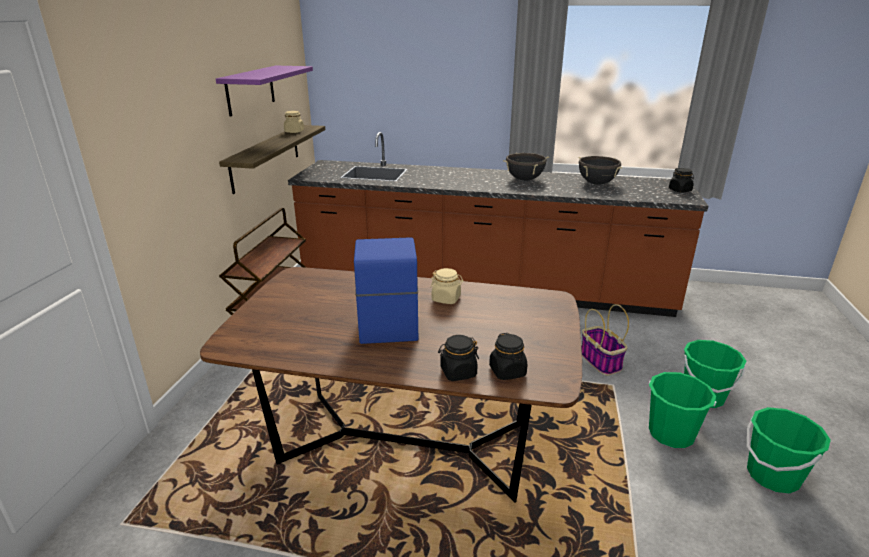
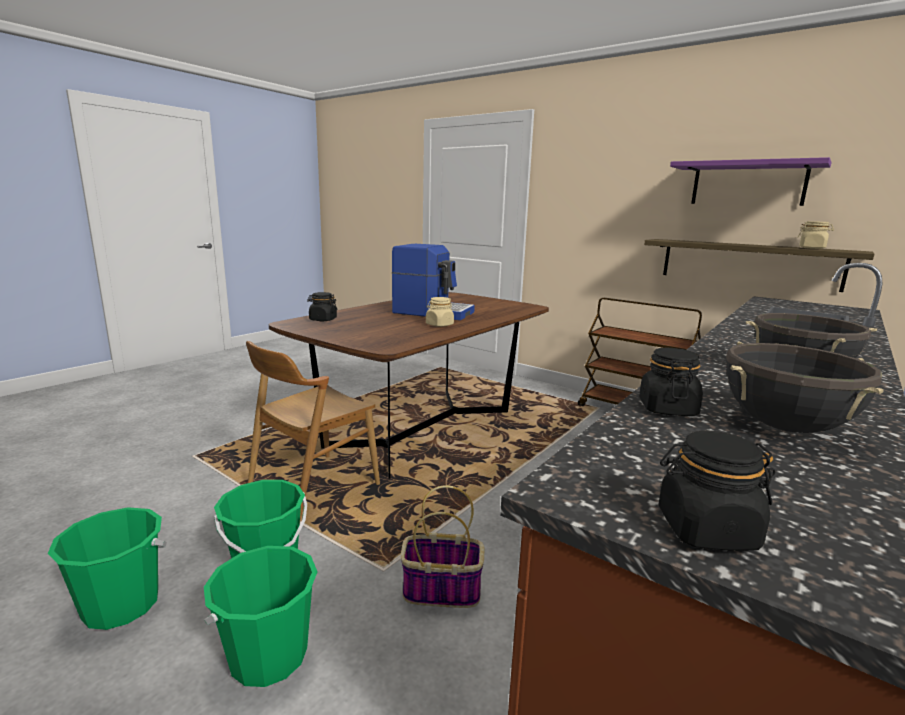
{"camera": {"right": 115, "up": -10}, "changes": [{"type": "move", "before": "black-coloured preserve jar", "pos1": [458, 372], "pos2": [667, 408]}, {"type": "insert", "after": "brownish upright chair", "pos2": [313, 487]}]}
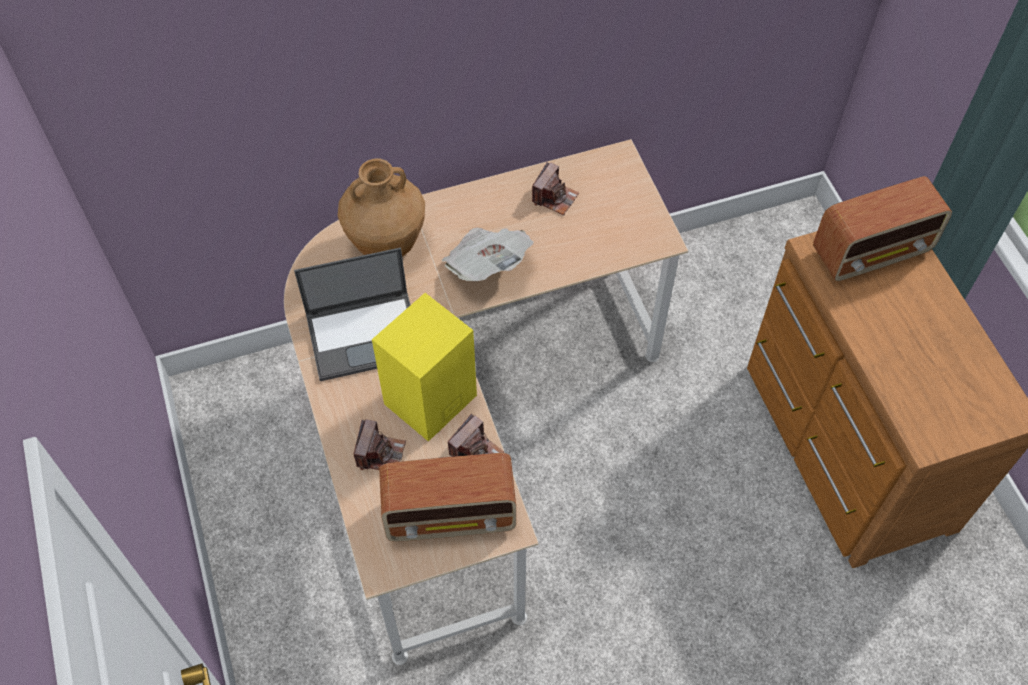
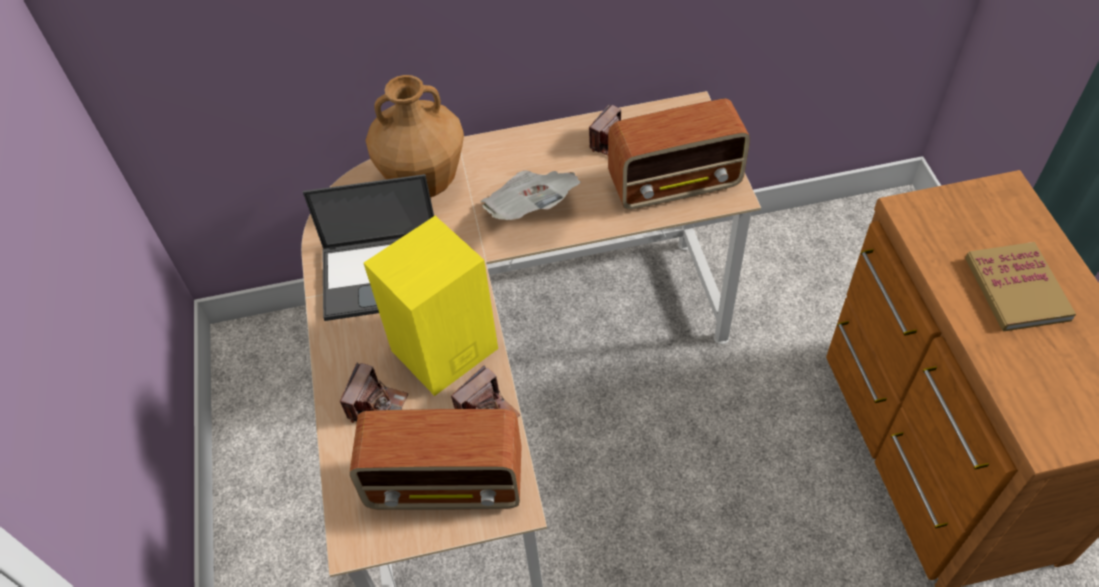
{"camera": {"right": 10, "up": -5}, "changes": [{"type": "move", "before": "radio receiver", "pos1": [872, 252], "pos2": [676, 184]}, {"type": "insert", "after": "bound book", "pos2": [1016, 289]}]}
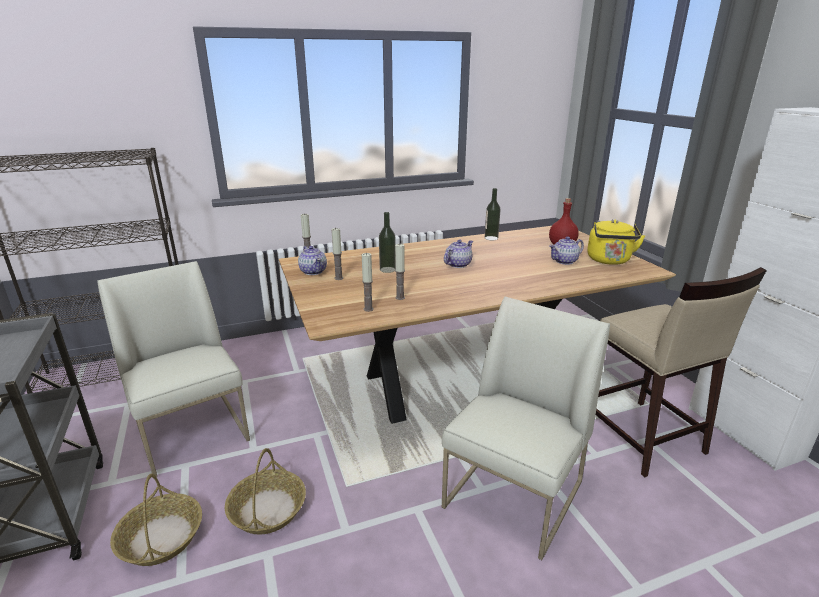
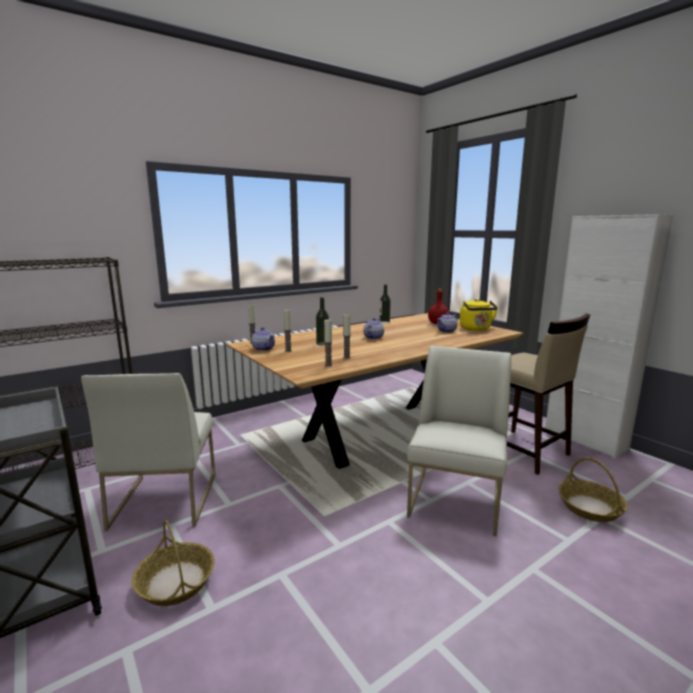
{"camera": {"right": -15, "up": -10}, "changes": [{"type": "rotate", "before": "white upright chair", "pos1": [193, 431], "pos2": [164, 499], "turn": -135}, {"type": "move", "before": "household basket", "pos1": [267, 509], "pos2": [589, 507]}]}
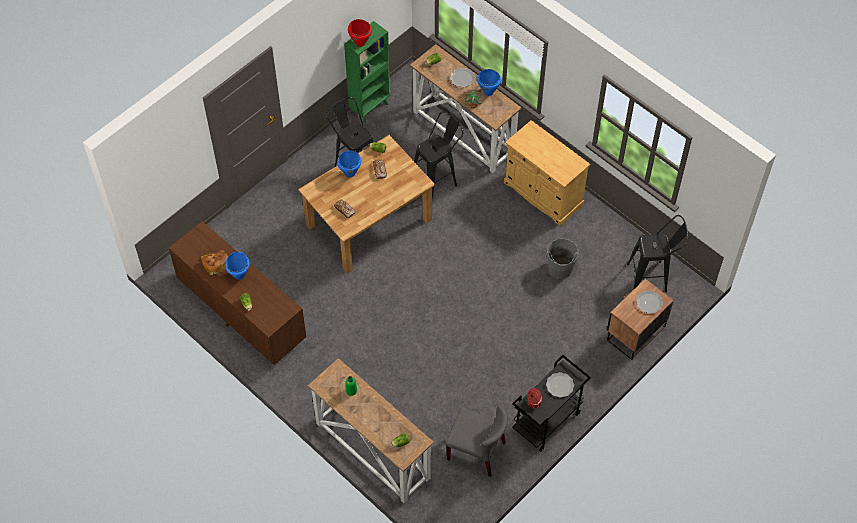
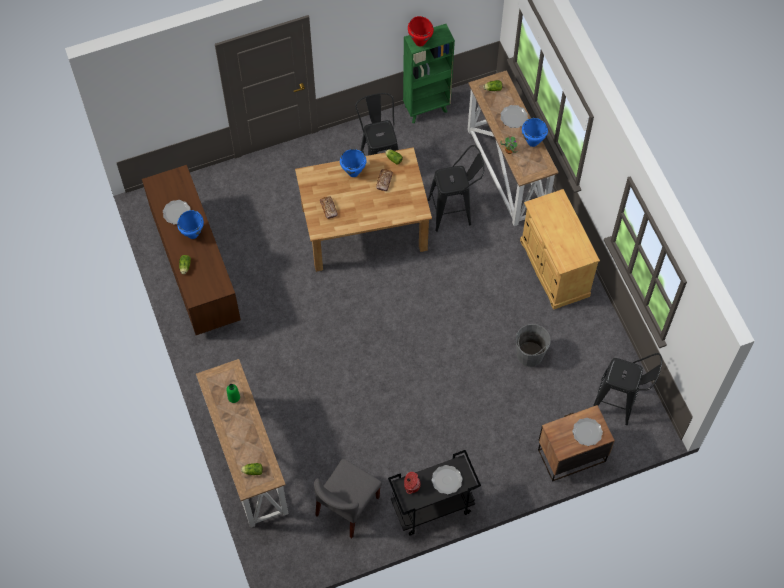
{"camera": {"right": 25, "up": 5}, "changes": [{"type": "replace", "before": "bread", "after": "dinner plate", "pos1": [215, 263], "pos2": [177, 213]}, {"type": "rotate", "before": "gray upright chair", "pos1": [477, 451], "pos2": [347, 507], "turn": 75}]}
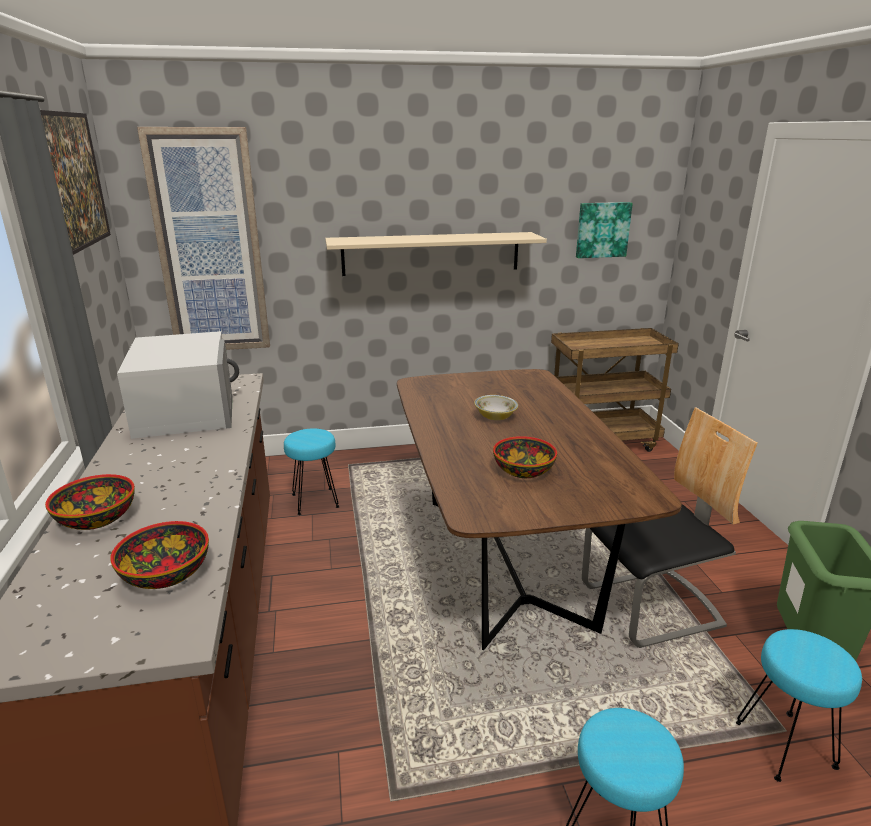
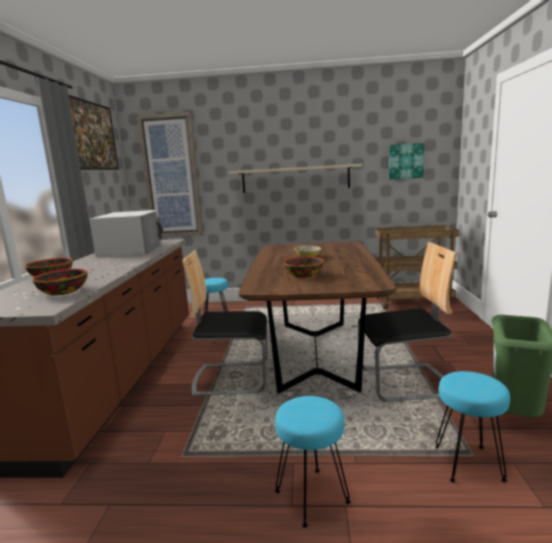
{"camera": {"right": 15, "up": -10}, "changes": [{"type": "insert", "after": "upright chair", "pos2": [232, 378]}]}
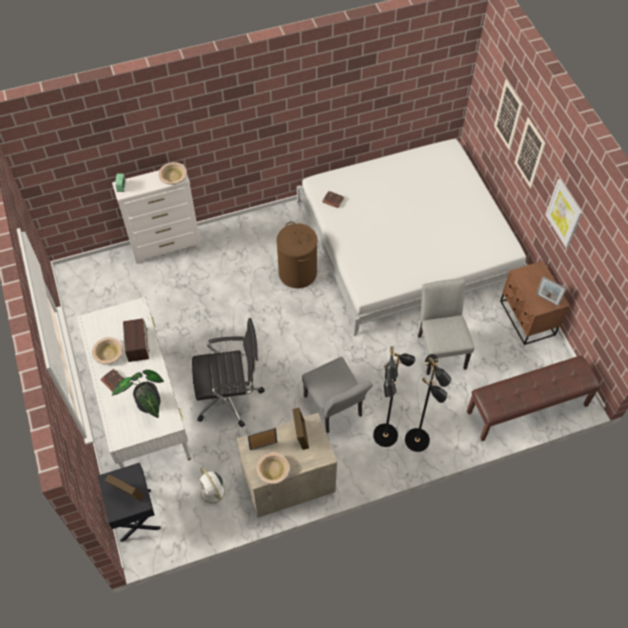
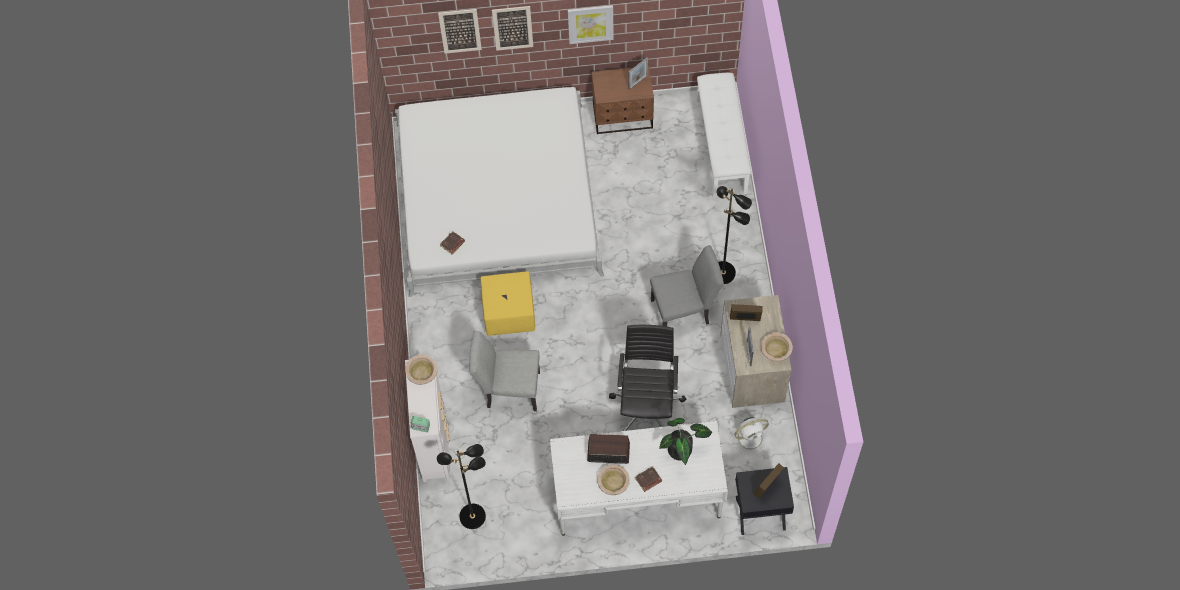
{"camera": {"right": -75, "up": 5}, "changes": [{"type": "replace", "before": "brownish hamper", "after": "yellow pouffe", "pos1": [298, 273], "pos2": [509, 313]}, {"type": "move", "before": "black-coloured floor lamp", "pos1": [418, 440], "pos2": [472, 515]}, {"type": "move", "before": "gray upright chair", "pos1": [440, 348], "pos2": [508, 389]}, {"type": "recolor", "before": "brownish indoor bench", "after": "white indoor bench", "pos1": [527, 409], "pos2": [722, 146]}]}
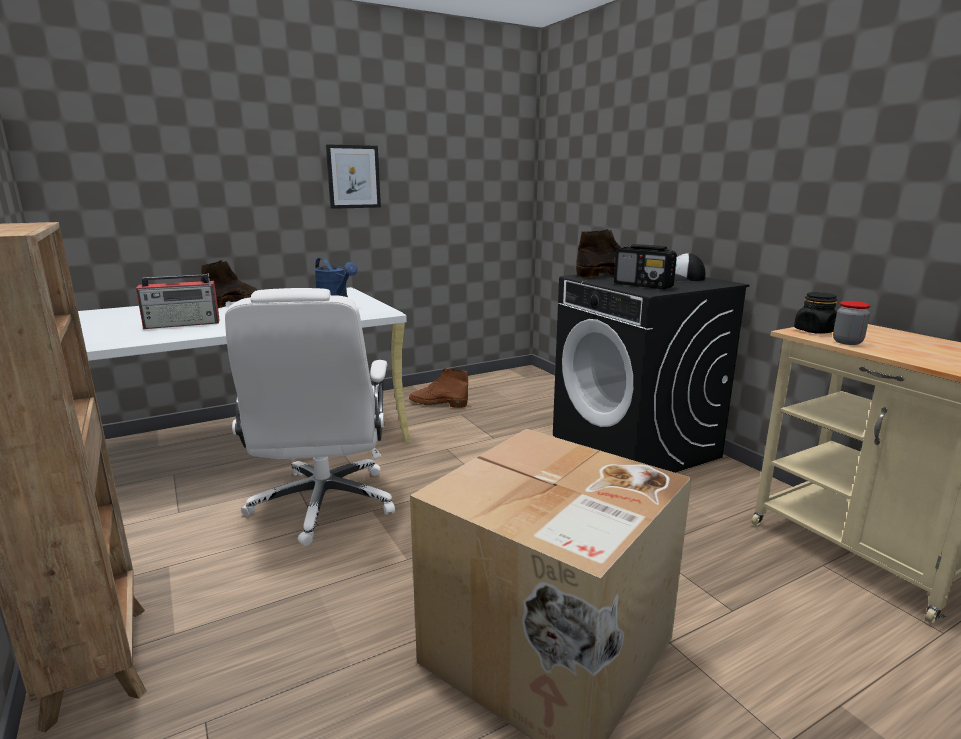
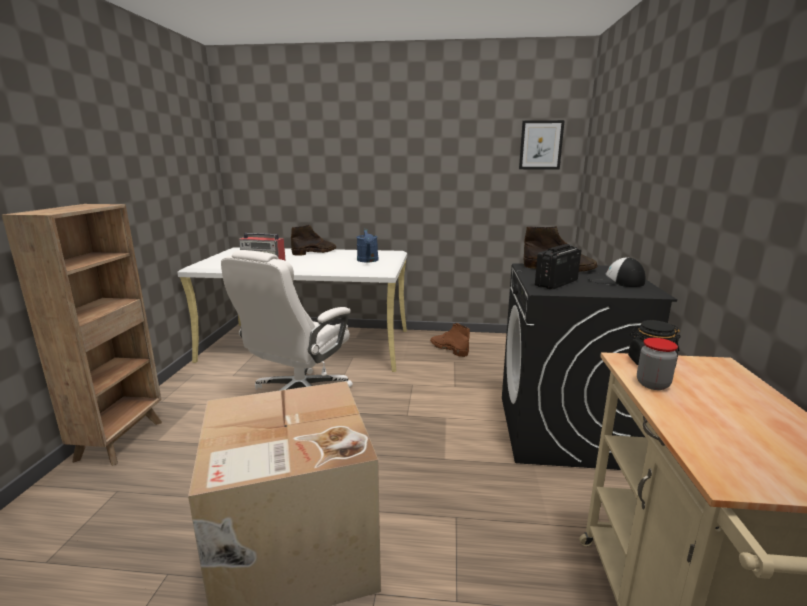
{"camera": {"right": 35, "up": 0}, "changes": [{"type": "move", "before": "wall picture", "pos1": [353, 177], "pos2": [541, 145]}, {"type": "rotate", "before": "radio receiver", "pos1": [643, 285], "pos2": [556, 283], "turn": 60}]}
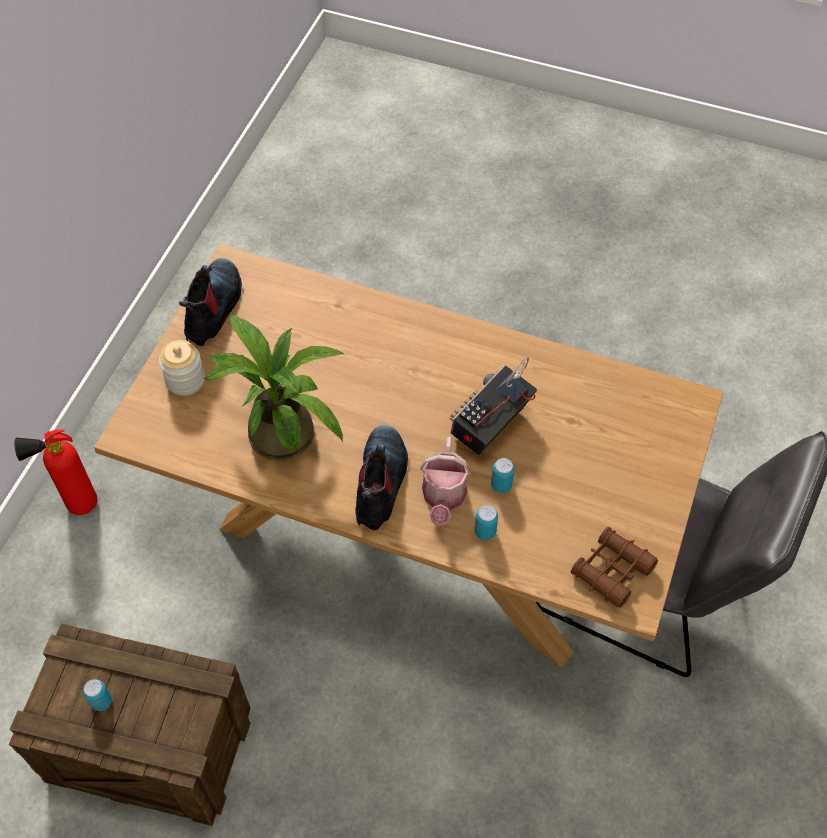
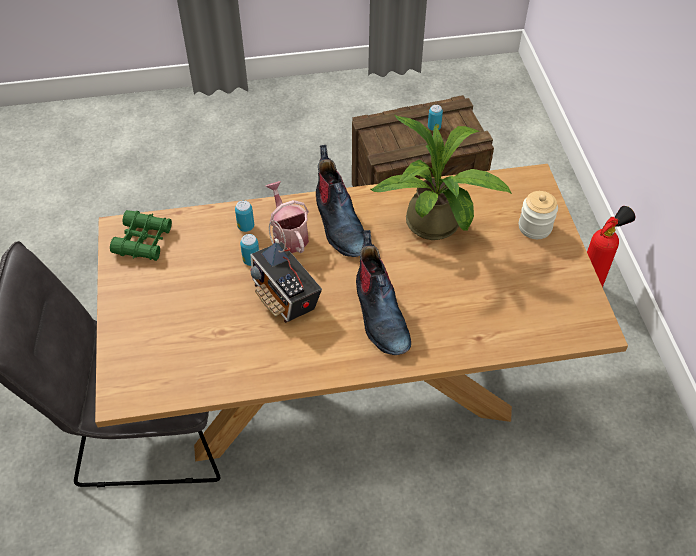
{"camera": {"right": 150, "up": -5}, "changes": [{"type": "move", "before": "tall boot", "pos1": [214, 308], "pos2": [380, 315]}, {"type": "rotate", "before": "radio receiver", "pos1": [489, 426], "pos2": [285, 297], "turn": 135}, {"type": "recolor", "before": "brownish field glasses", "after": "green-coloured field glasses", "pos1": [611, 571], "pos2": [143, 241]}]}
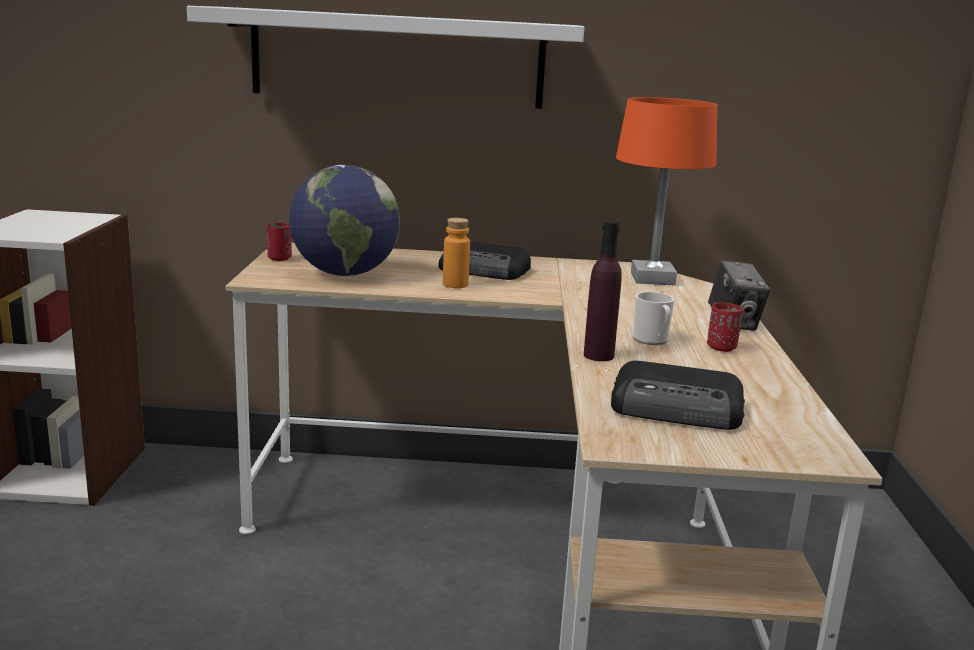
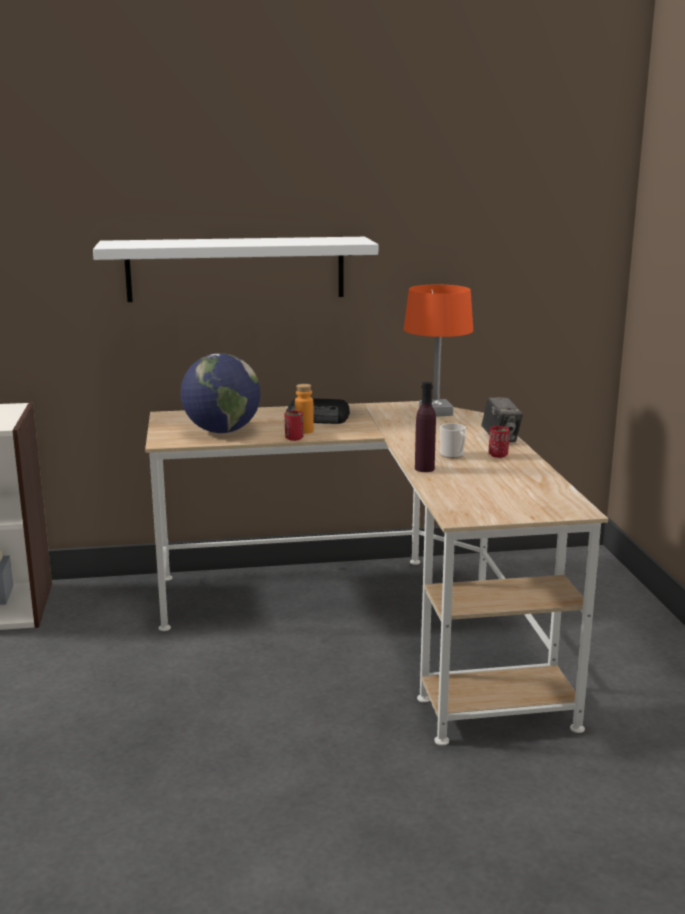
{"camera": {"right": -10, "up": 0}, "changes": [{"type": "move", "before": "red drinking cup", "pos1": [279, 258], "pos2": [294, 438]}, {"type": "delete", "before": "radio receiver", "pos1": [678, 409]}]}
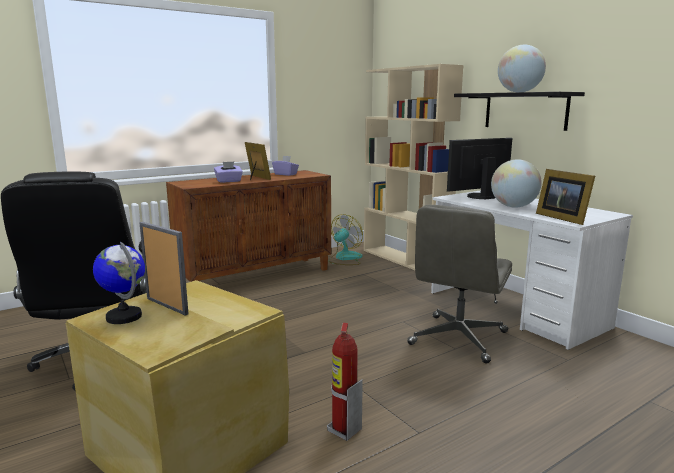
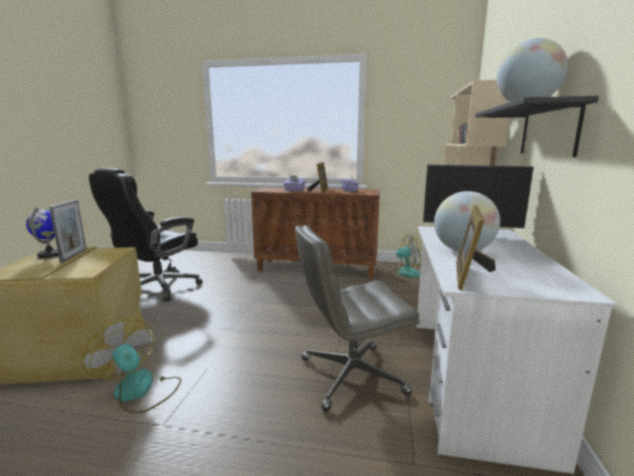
{"camera": {"right": 45, "up": 0}, "changes": [{"type": "replace", "before": "fire extinguisher", "after": "electric fan", "pos1": [343, 430], "pos2": [139, 391]}]}
